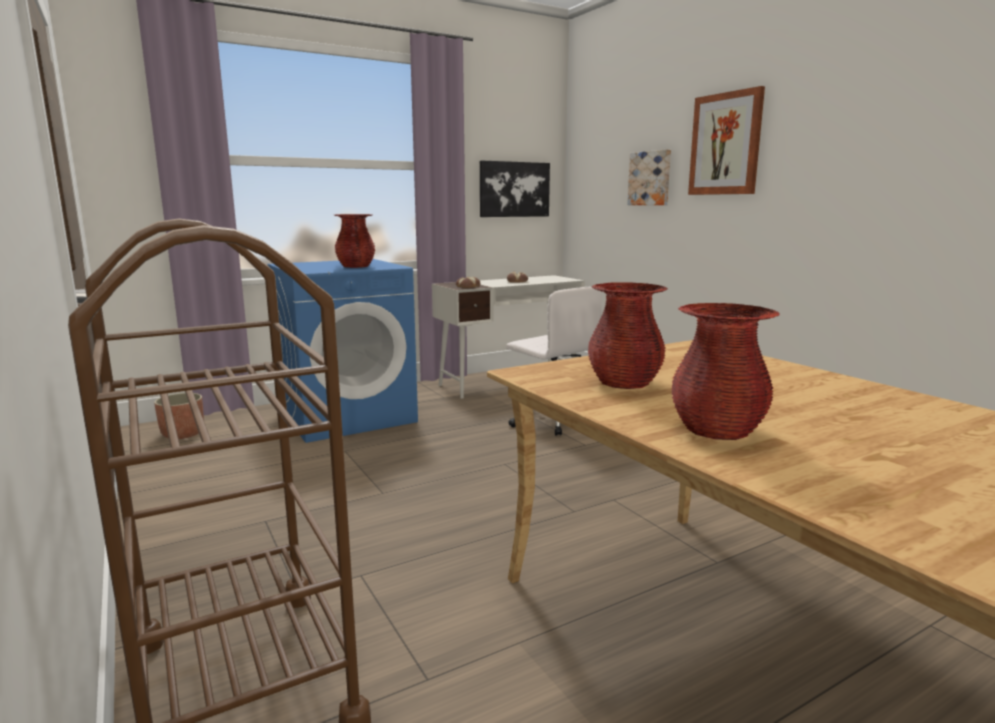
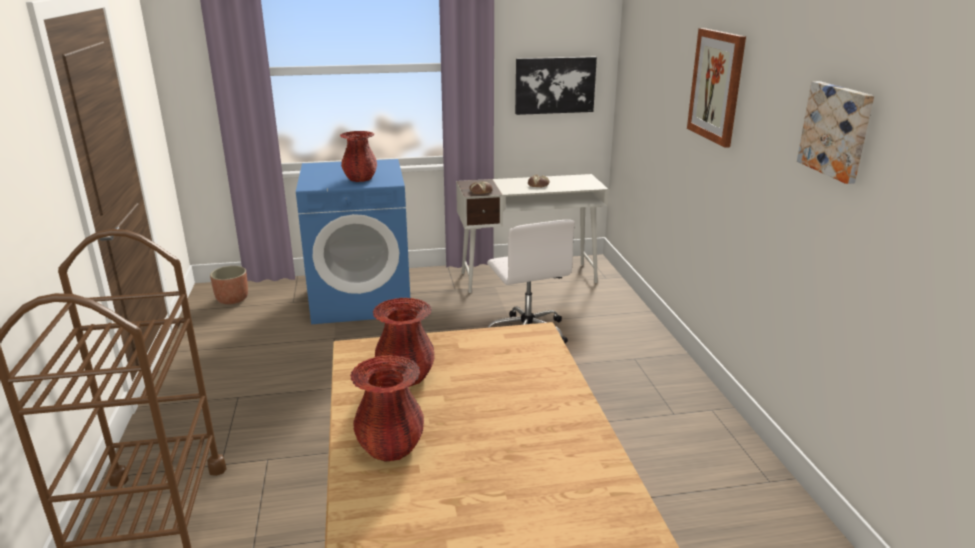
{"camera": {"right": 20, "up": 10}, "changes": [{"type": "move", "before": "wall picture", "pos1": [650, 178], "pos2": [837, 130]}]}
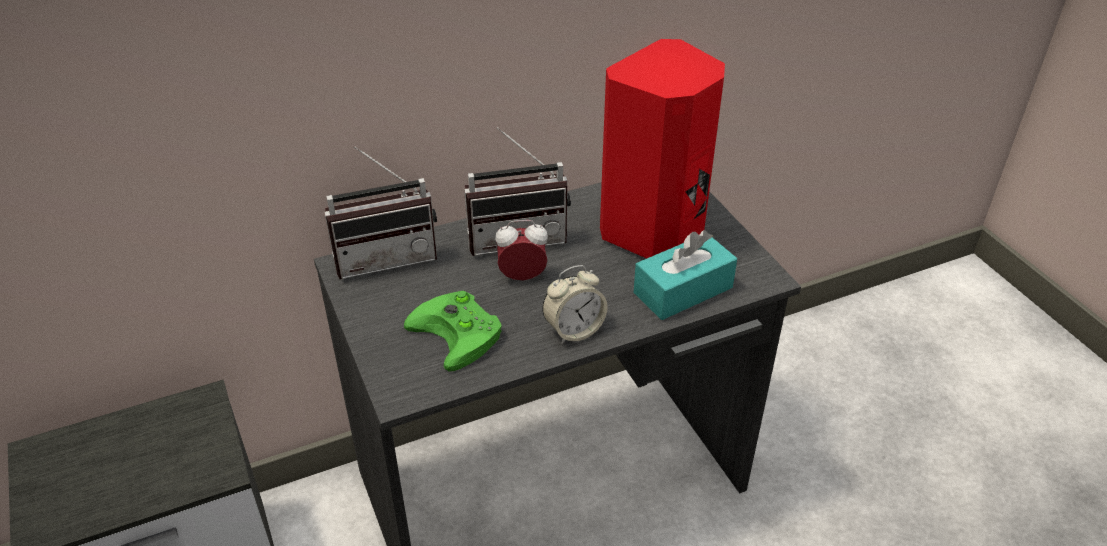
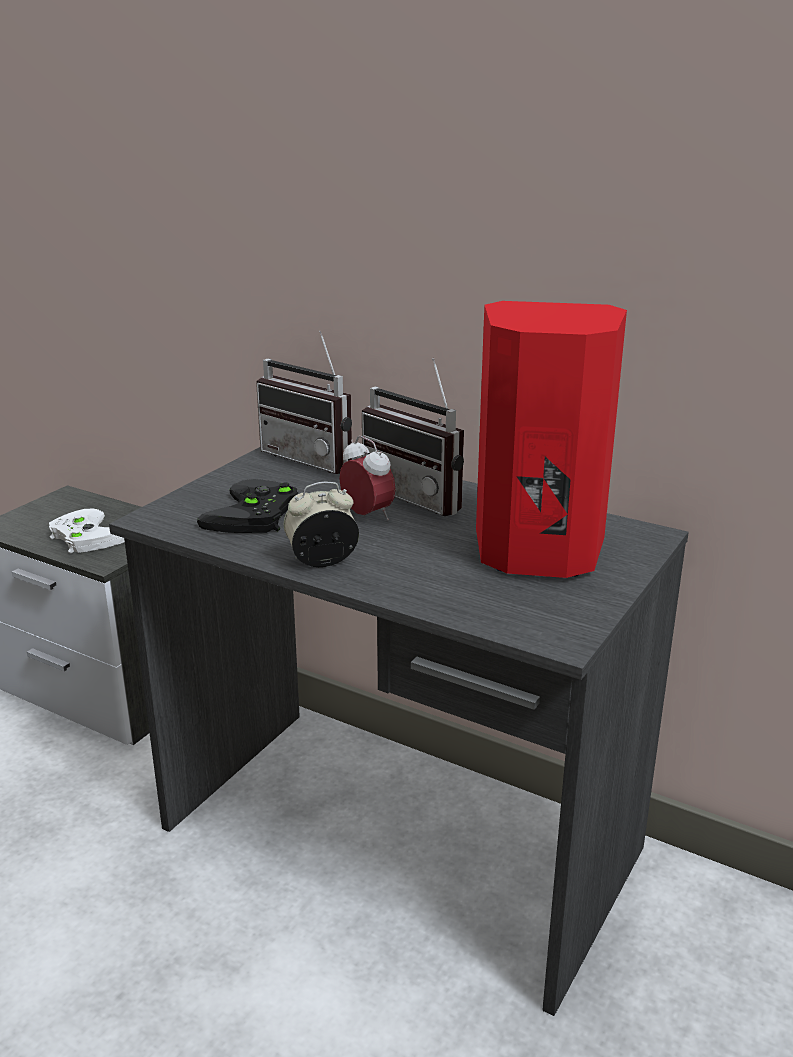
{"camera": {"right": 55, "up": -15}, "changes": [{"type": "recolor", "before": "green-coloured joypad", "after": "black-coloured joypad", "pos1": [460, 334], "pos2": [254, 516]}, {"type": "rotate", "before": "table clock", "pos1": [574, 330], "pos2": [322, 561], "turn": 135}, {"type": "delete", "before": "turquoise tissue holder", "pos1": [683, 290]}, {"type": "insert", "after": "white joypad", "pos2": [85, 536]}]}
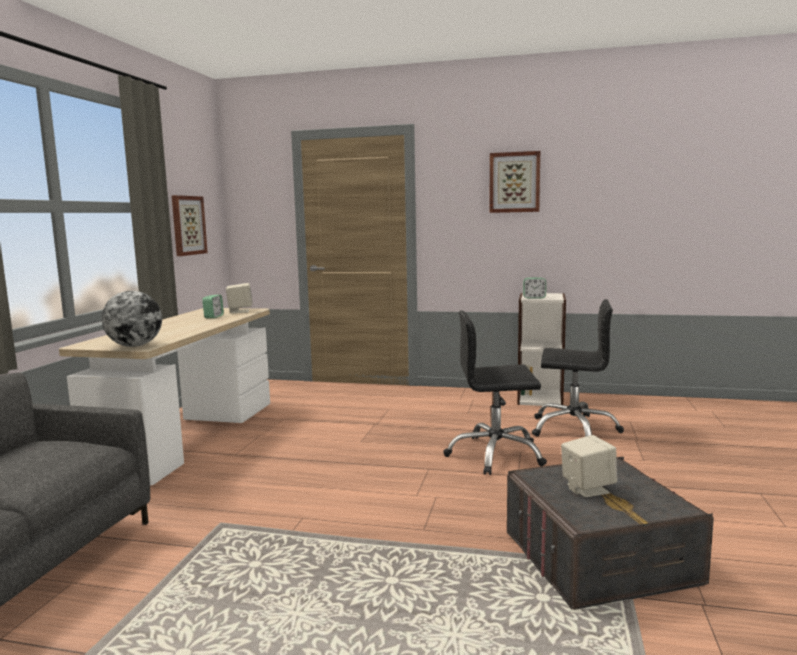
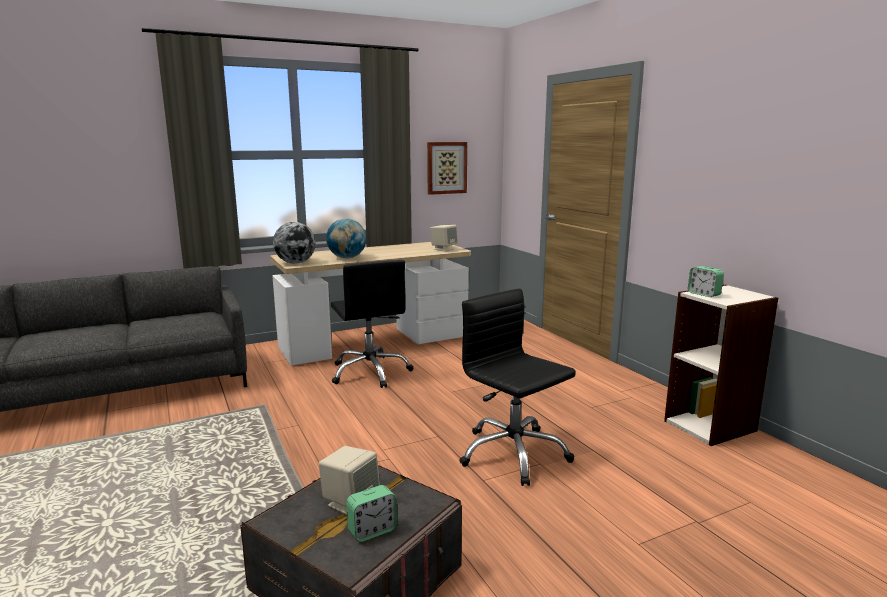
{"camera": {"right": 50, "up": 5}, "changes": [{"type": "move", "before": "table clock", "pos1": [214, 317], "pos2": [372, 531]}, {"type": "delete", "before": "wall picture", "pos1": [514, 182]}, {"type": "move", "before": "black-coloured desk chair", "pos1": [574, 429], "pos2": [370, 372]}, {"type": "insert", "after": "world globe", "pos2": [347, 258]}]}
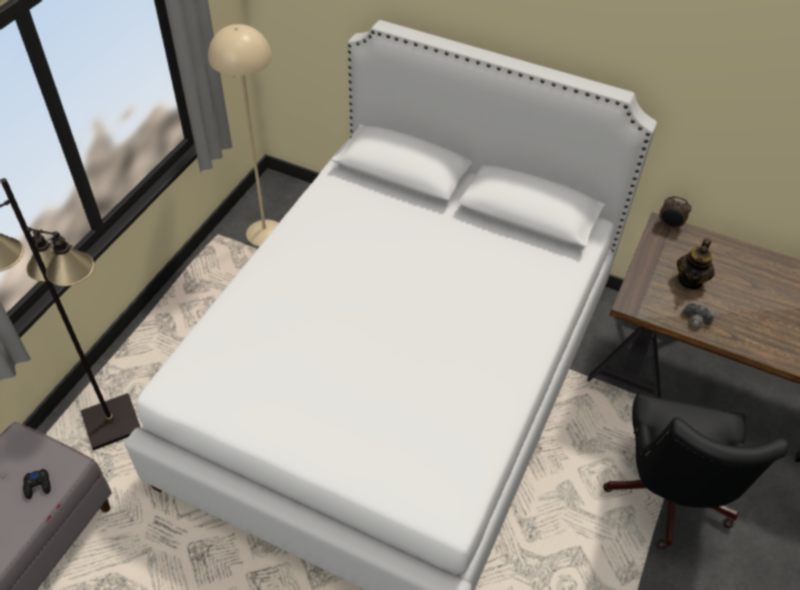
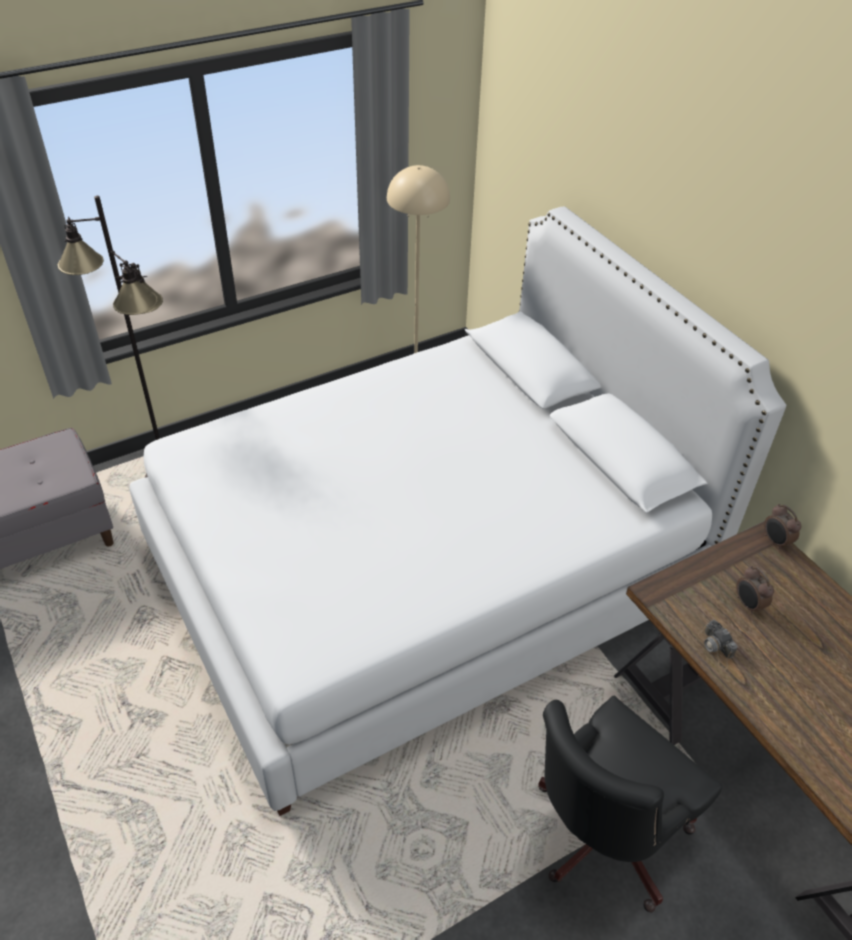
{"camera": {"right": 35, "up": -5}, "changes": [{"type": "delete", "before": "black-coloured joypad", "pos1": [38, 485]}, {"type": "replace", "before": "teapot", "after": "table clock", "pos1": [690, 280], "pos2": [748, 605]}]}
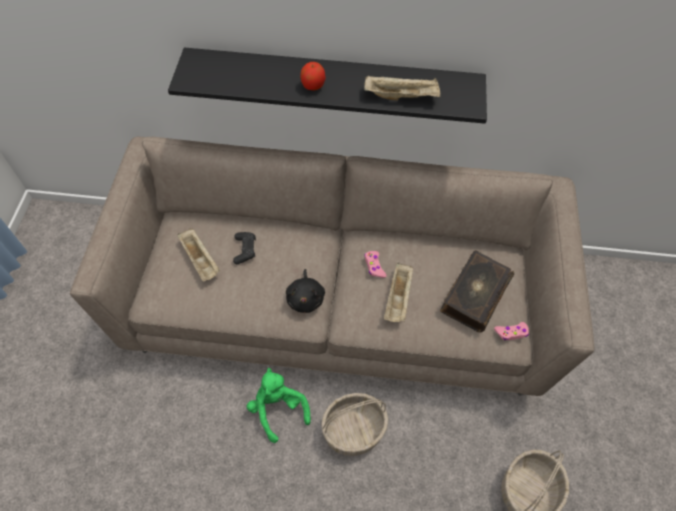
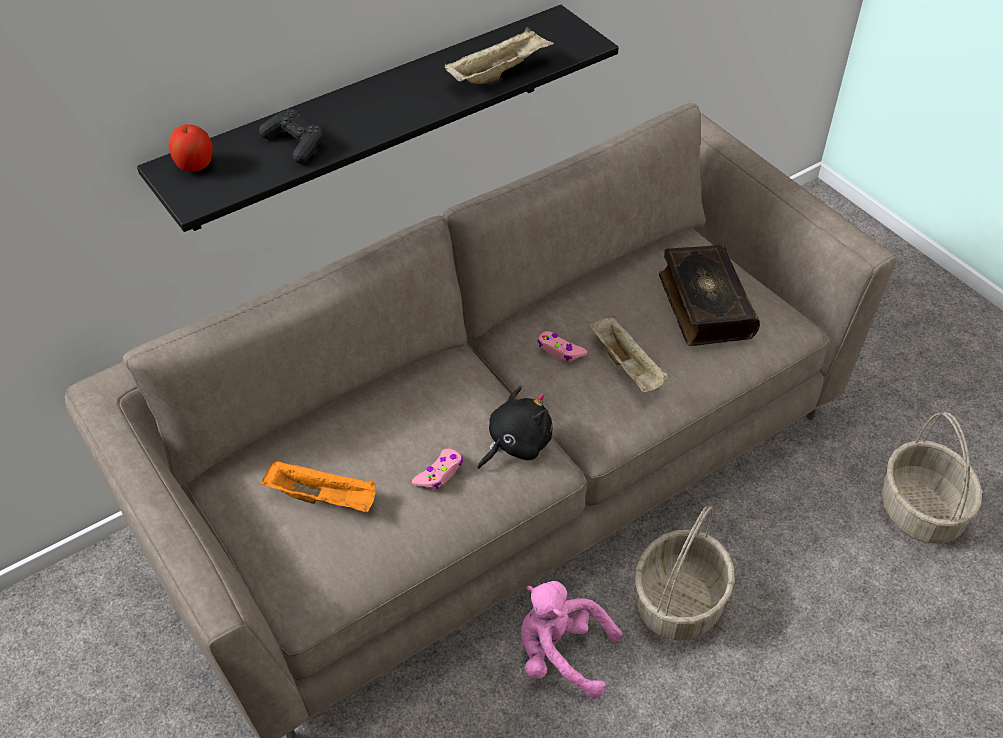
{"camera": {"right": -40, "up": -10}, "changes": [{"type": "recolor", "before": "beige carrying tray", "after": "orange carrying tray", "pos1": [201, 260], "pos2": [324, 498]}, {"type": "move", "before": "black-coloured joypad", "pos1": [245, 250], "pos2": [295, 143]}, {"type": "recolor", "before": "green-coloured plush toy", "after": "pinkish plush toy", "pos1": [278, 409], "pos2": [561, 654]}, {"type": "rotate", "before": "black-coloured plush toy", "pos1": [305, 298], "pos2": [516, 444], "turn": -90}, {"type": "move", "before": "whole apple", "pos1": [313, 86], "pos2": [195, 165]}, {"type": "move", "before": "pinkish joypad", "pos1": [511, 333], "pos2": [439, 474]}]}
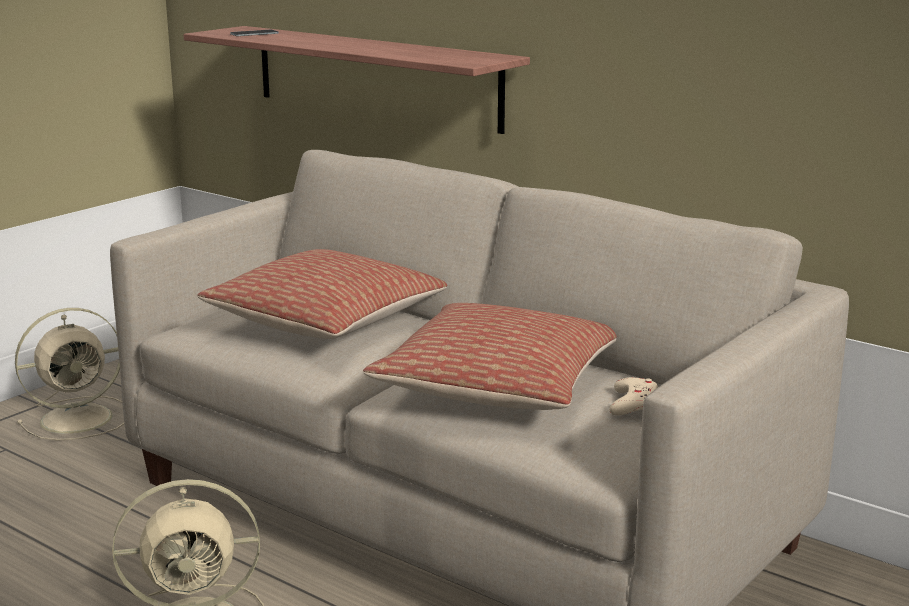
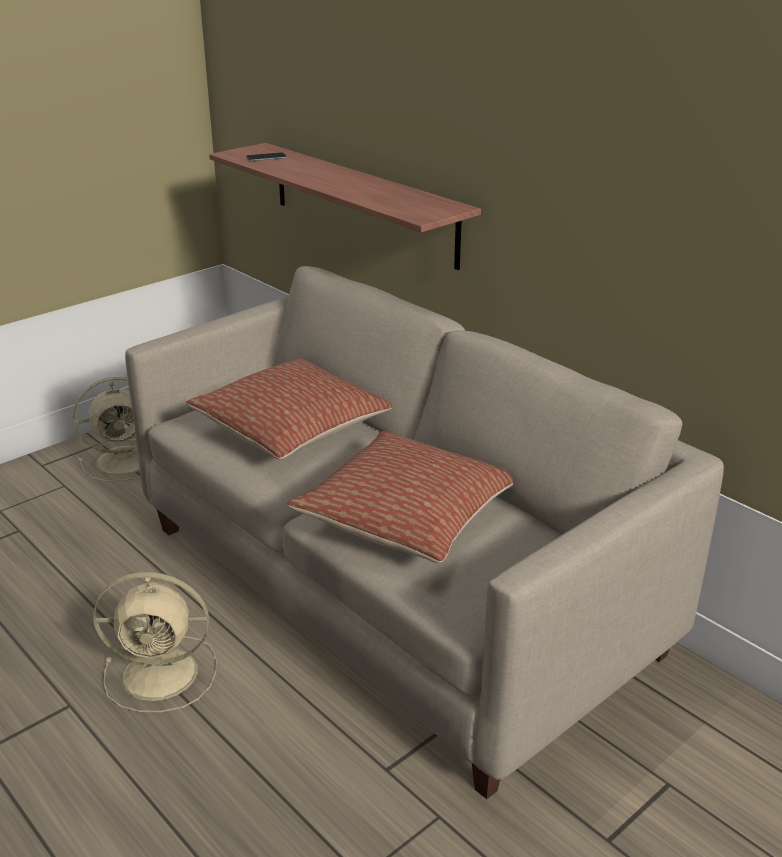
{"camera": {"right": 10, "up": 10}, "changes": [{"type": "delete", "before": "beige joypad", "pos1": [633, 403]}]}
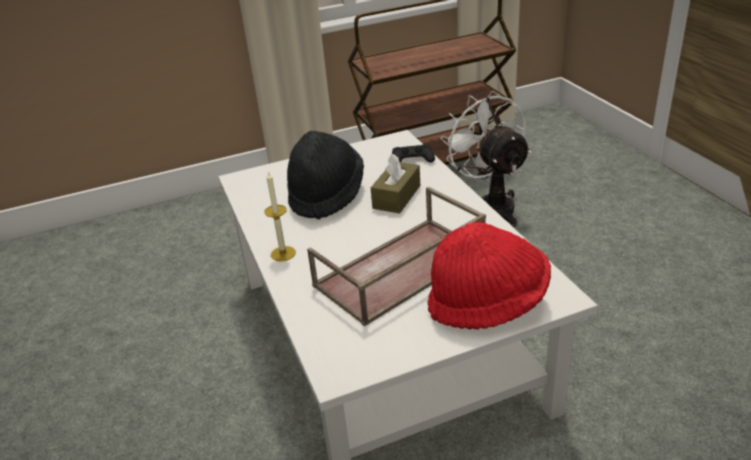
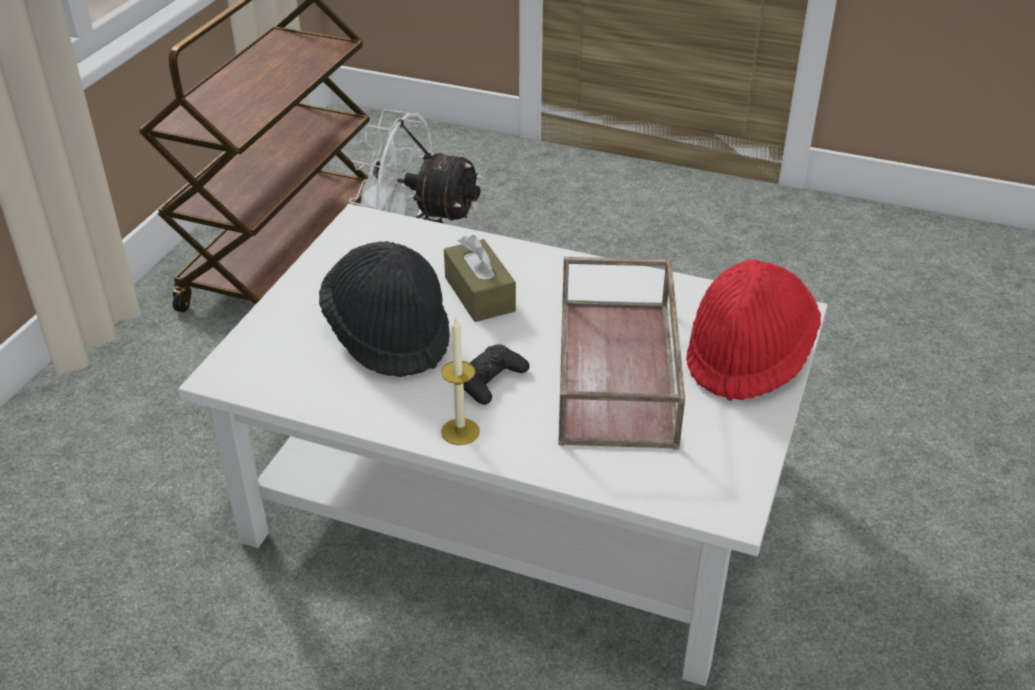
{"camera": {"right": -50, "up": 5}, "changes": [{"type": "move", "before": "black-coloured joypad", "pos1": [412, 159], "pos2": [490, 380]}]}
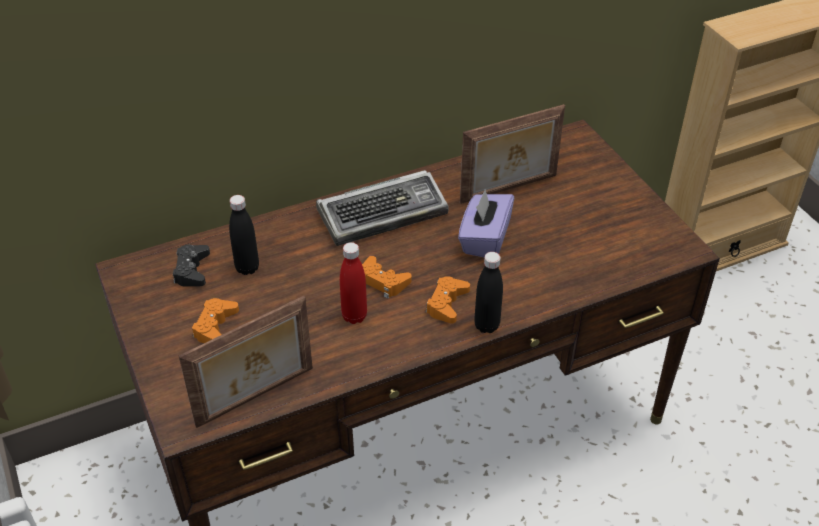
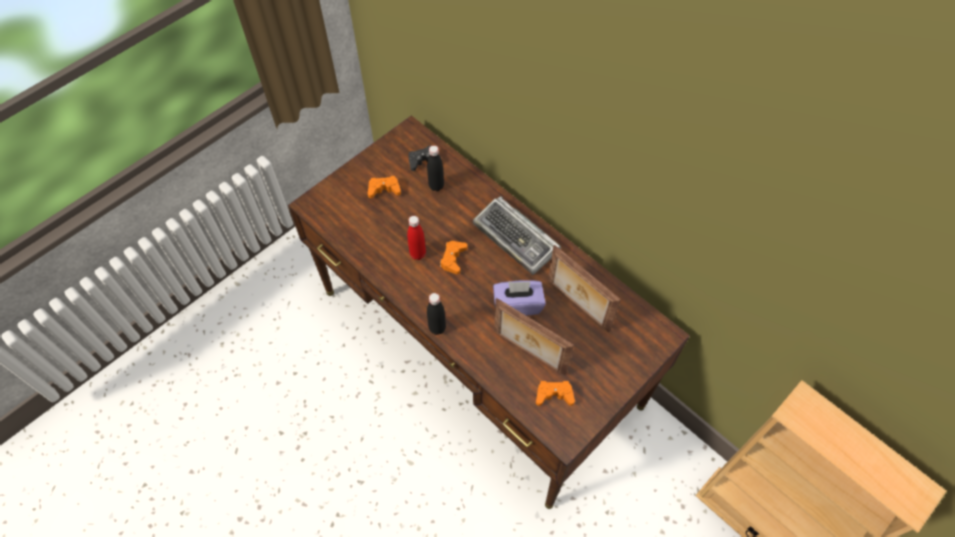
{"camera": {"right": 70, "up": 15}, "changes": [{"type": "move", "before": "picture frame", "pos1": [256, 398], "pos2": [528, 353]}, {"type": "move", "before": "orange joypad", "pos1": [447, 304], "pos2": [554, 395]}]}
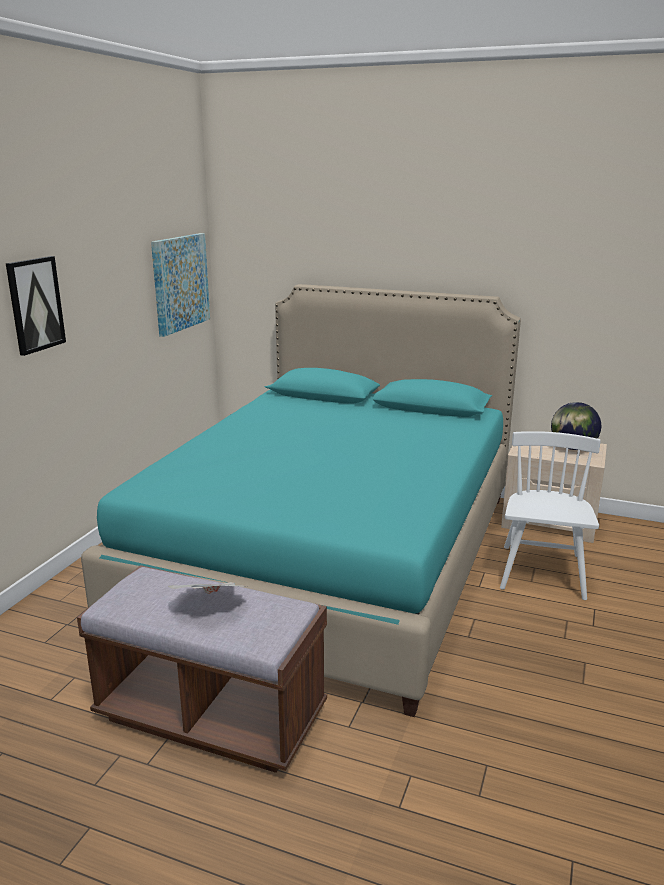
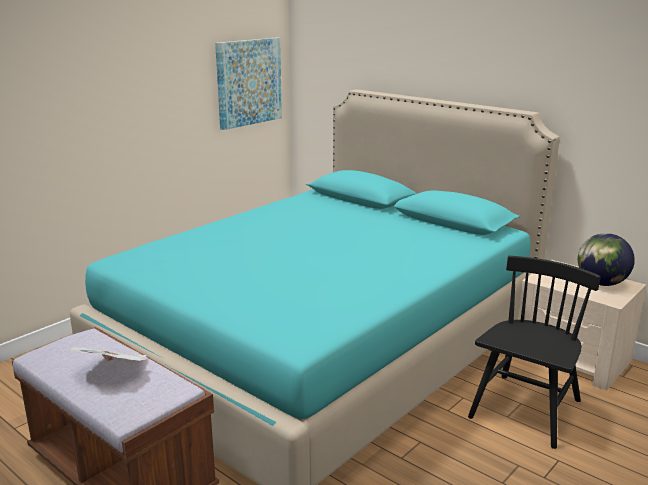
{"camera": {"right": 20, "up": 0}, "changes": [{"type": "delete", "before": "wall picture", "pos1": [35, 304]}, {"type": "recolor", "before": "white upright chair", "after": "black-coloured upright chair", "pos1": [542, 572], "pos2": [525, 410]}]}
